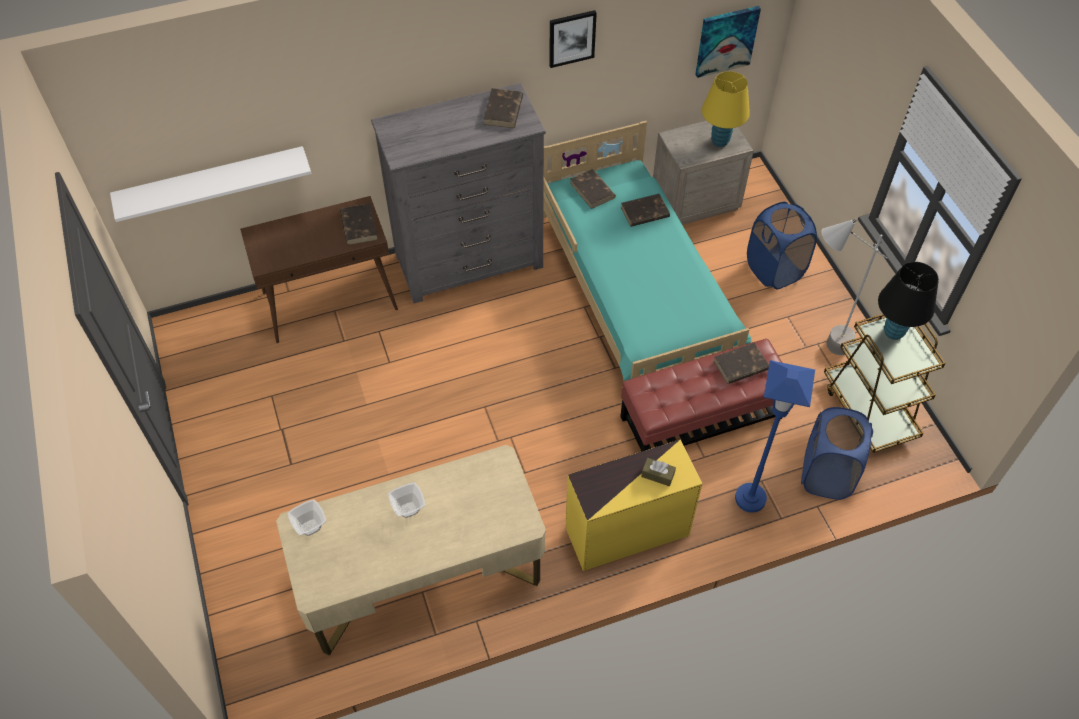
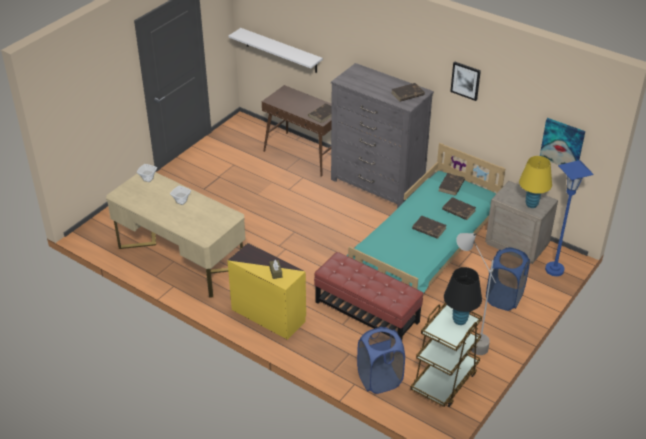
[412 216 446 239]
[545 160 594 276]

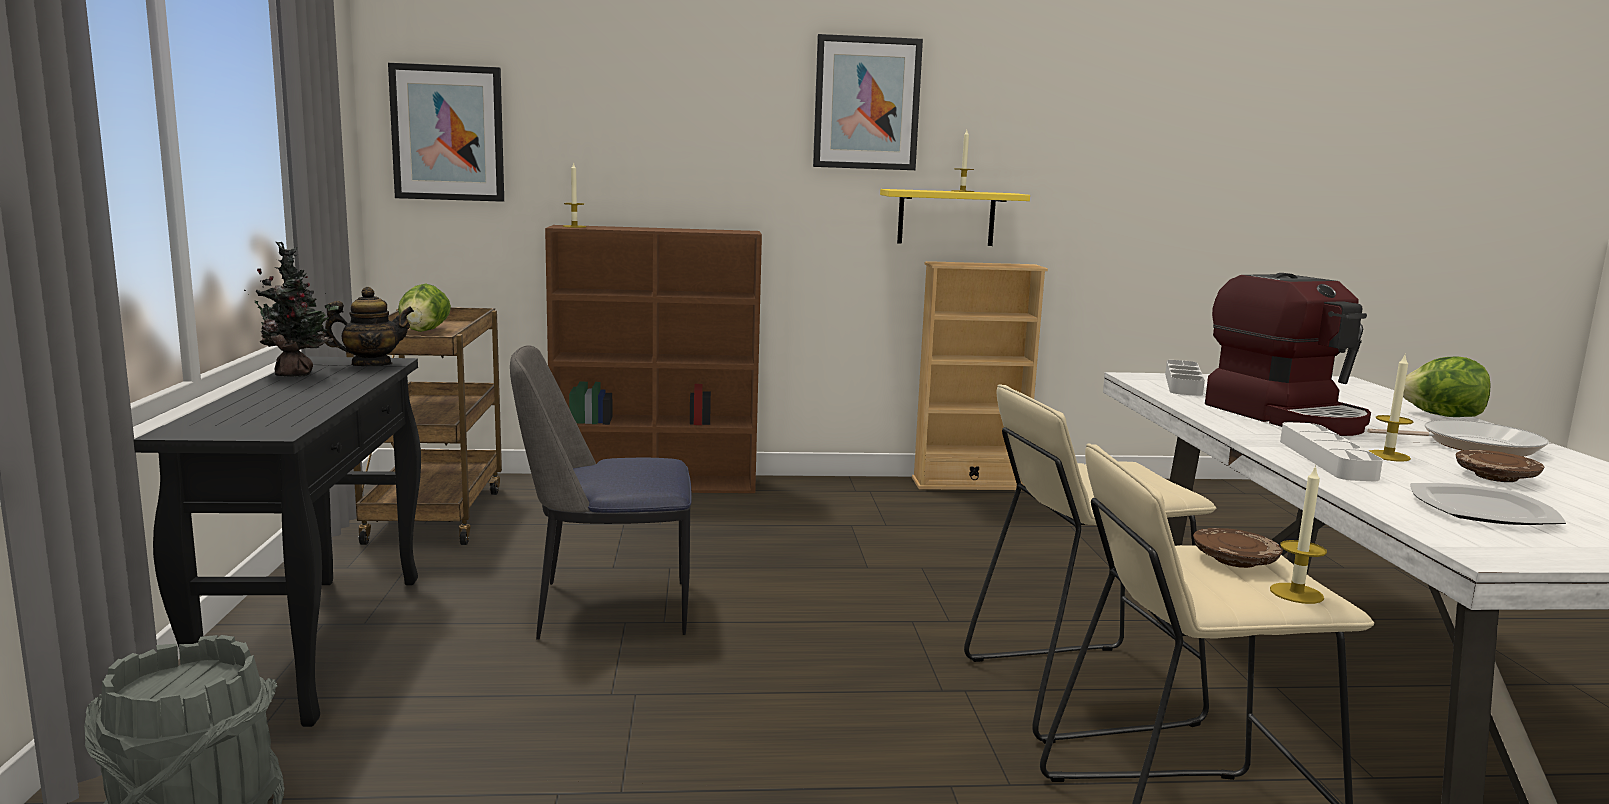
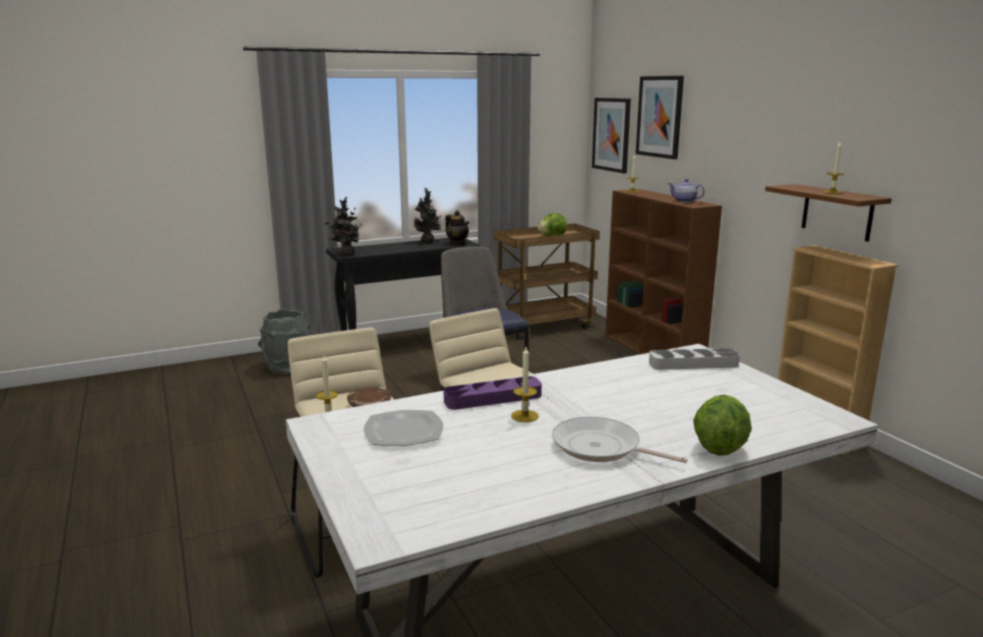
[636 76 684 159]
[765 184 892 242]
[1205 273 1371 436] (first image)
[552 417 688 463]
[444 376 542 410]
[1456 450 1545 482] (first image)
[668 179 705 202]
[324 197 365 256]

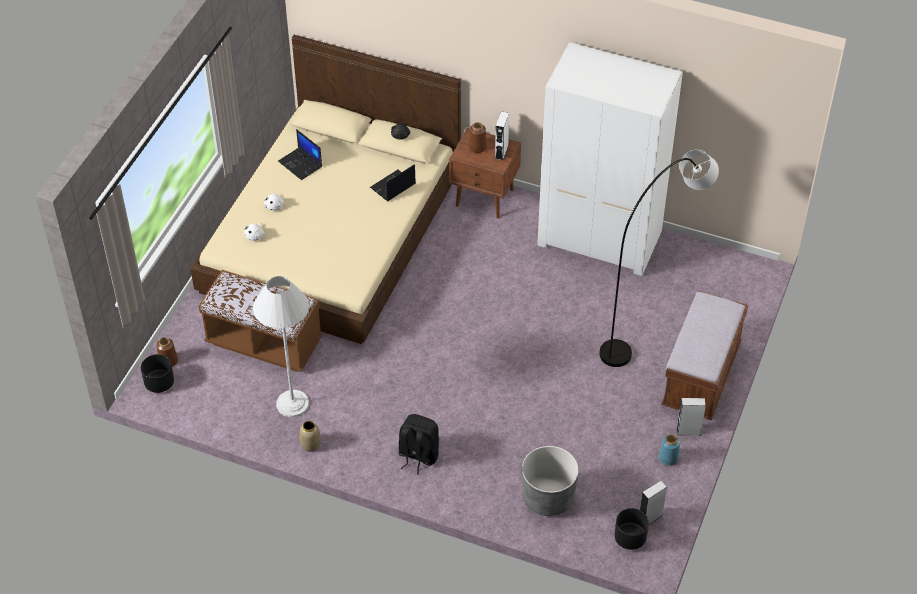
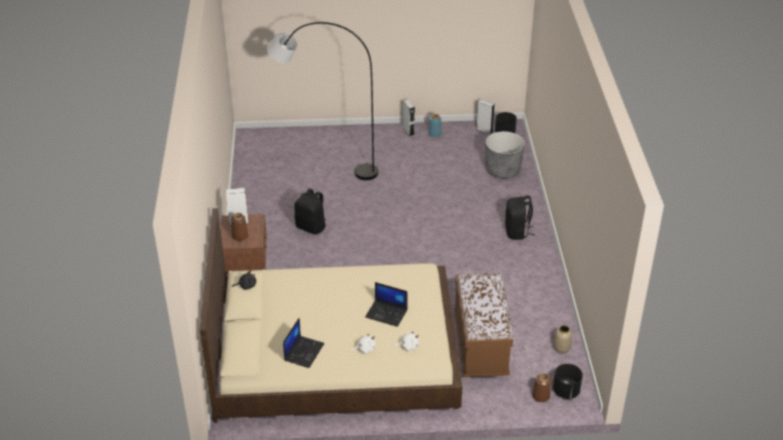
[537 42 683 276] (first image)
[365 282 408 327]
[253 276 309 417] (first image)
[661 291 748 420] (first image)
[553 325 572 354]
[294 188 327 235]

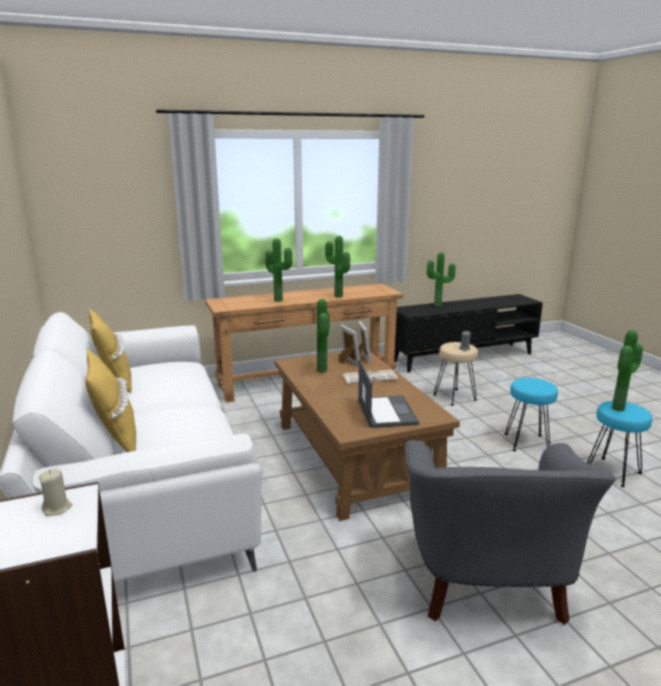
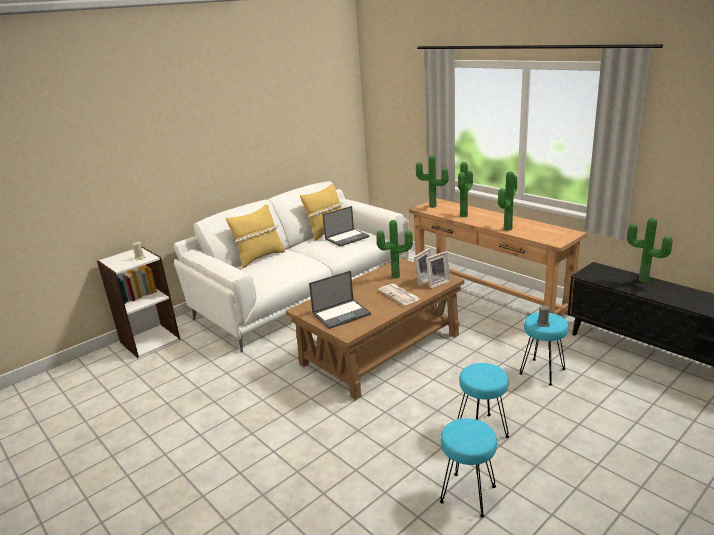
[416 156 448 208]
[519 313 568 385]
[405 440 616 625] (first image)
[323 206 370 247]

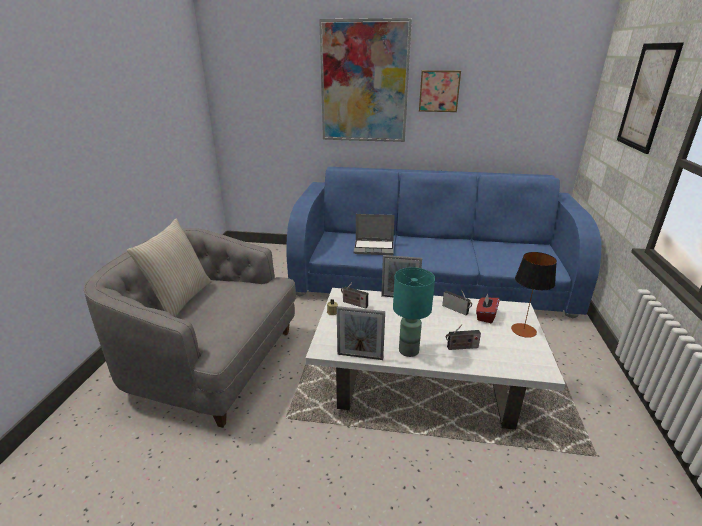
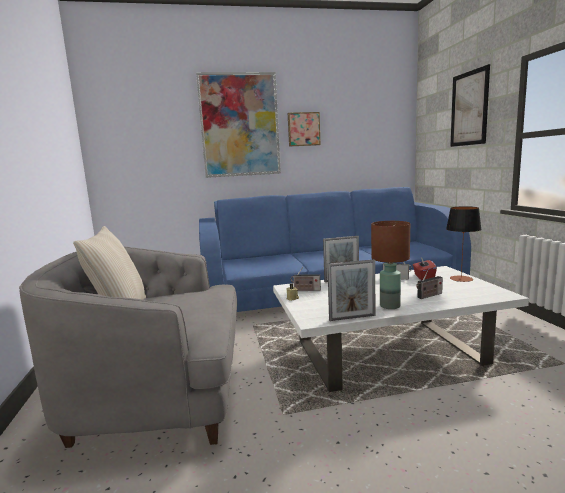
[354 214 395 255] (first image)
[371 221 410 309]

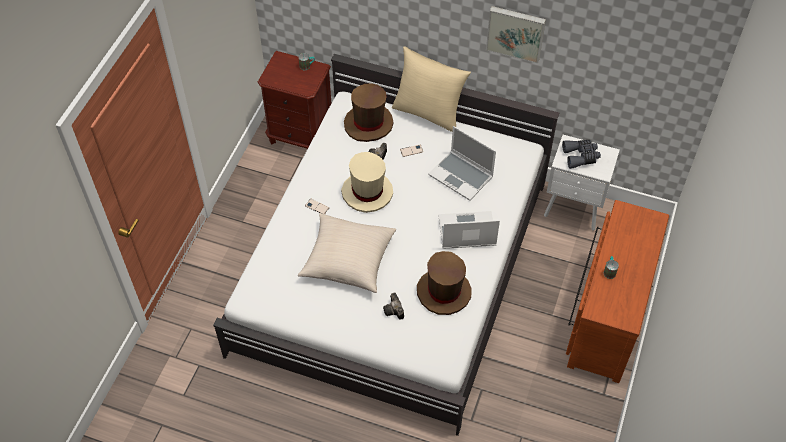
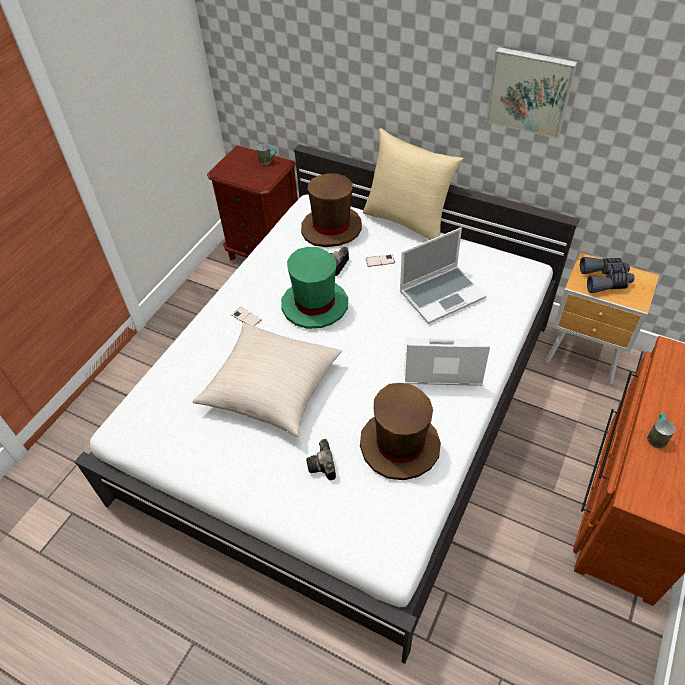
[400 227 486 324]
[545 253 659 384]
[281 247 348 329]

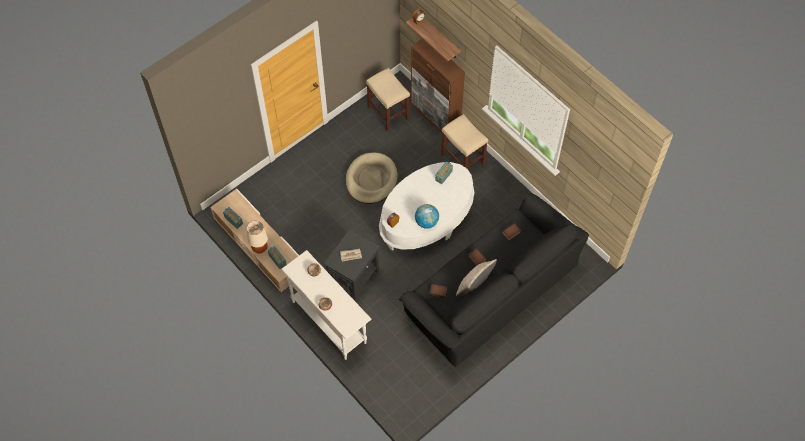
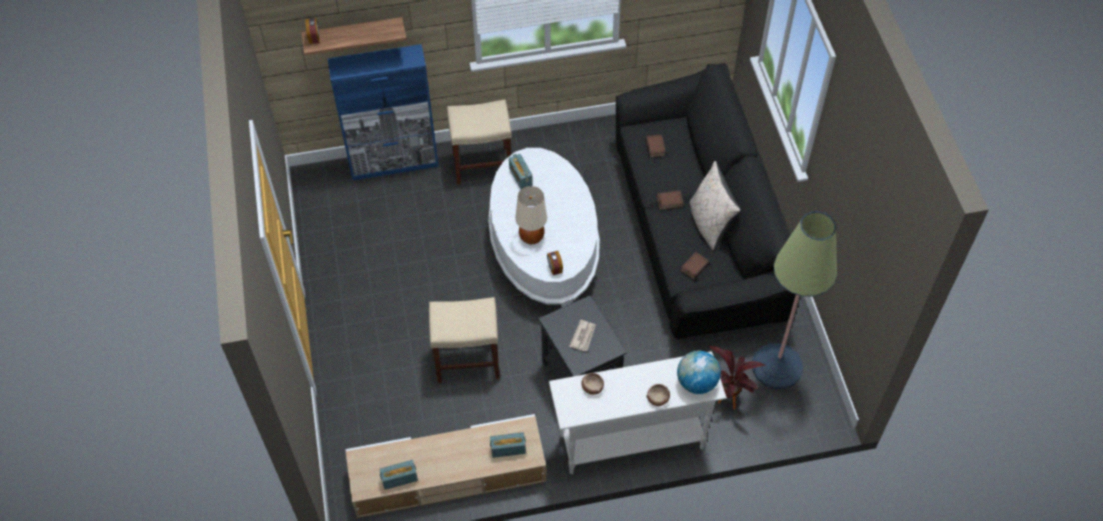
[327 44 439 180]
[429 297 500 383]
[346 153 398 204] (first image)
[677 351 721 394]
[516 186 547 244]
[752 211 837 389]
[709 345 765 410]

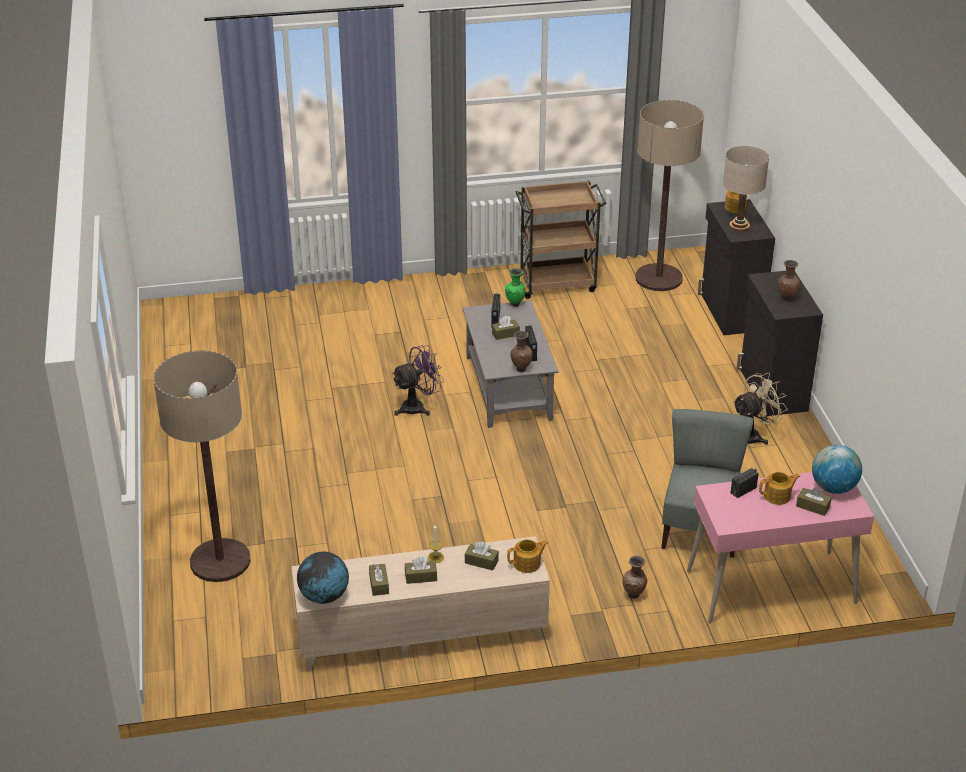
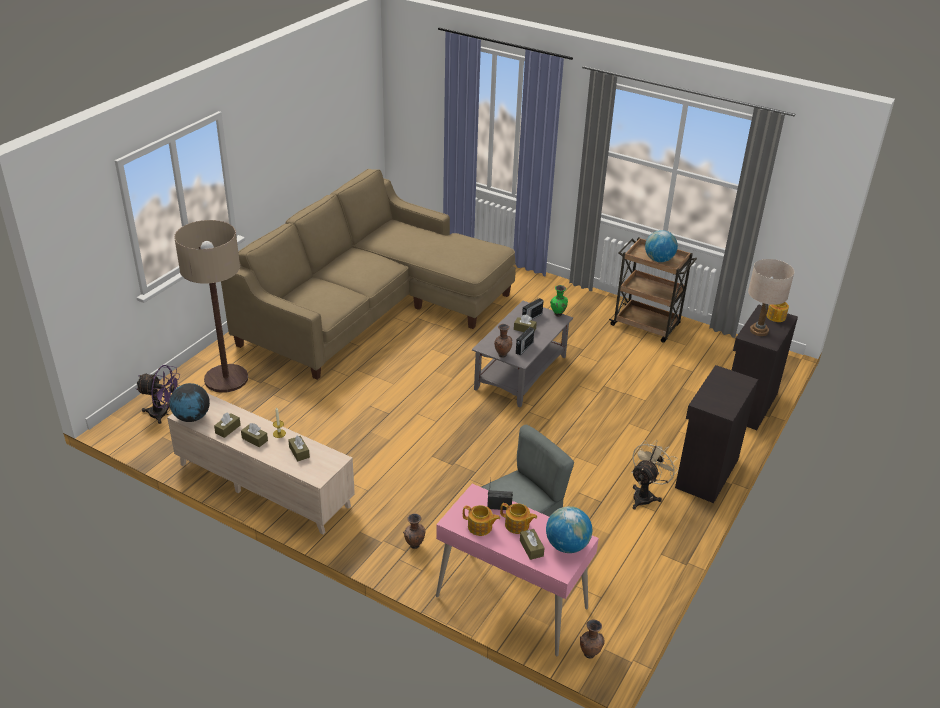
[635 100 704 291] (first image)
[580 620 605 659]
[136 365 180 424]
[631 440 679 509]
[463 505 500 536]
[221 169 516 380]
[645 230 678 262]

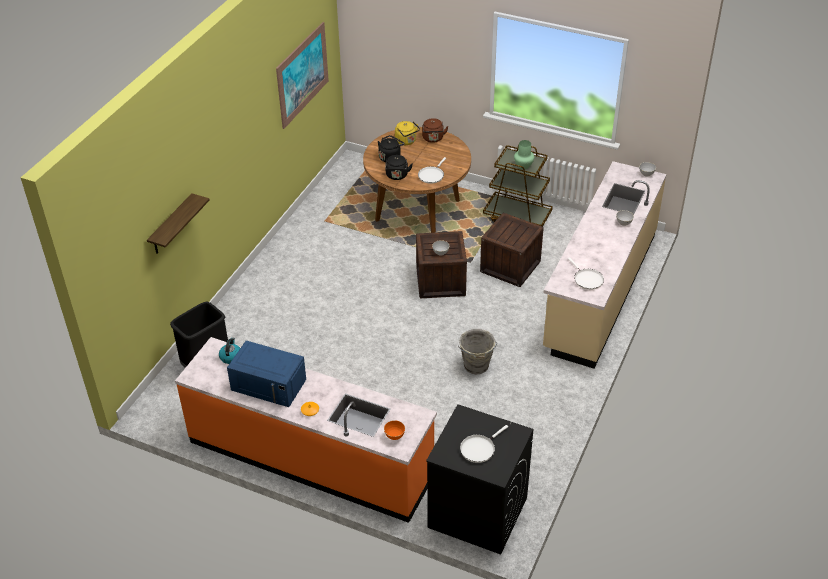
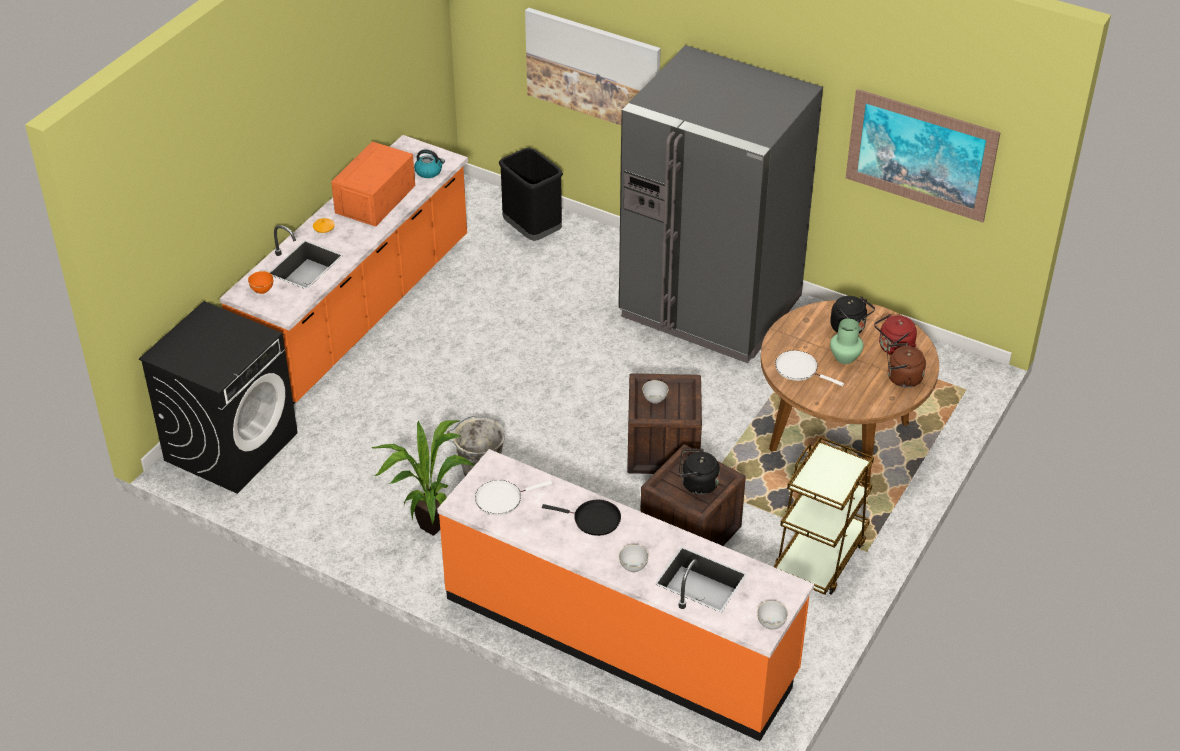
[874 314 917 355]
[830 318 864 364]
[679 448 720 495]
[437 449 814 741]
[525 7 661 125]
[331 141 415 226]
[460 425 508 463] (first image)
[619 45 823 363]
[371 420 475 536]
[542 500 621 536]

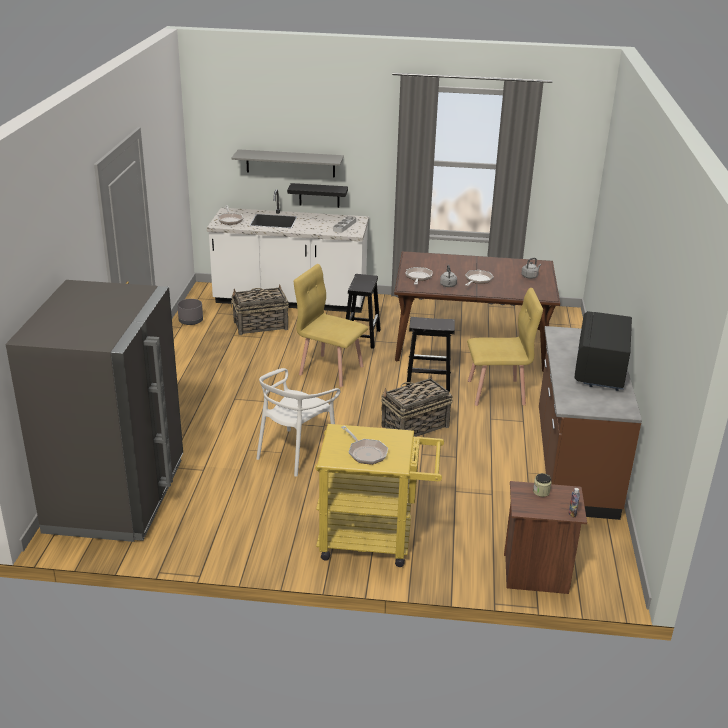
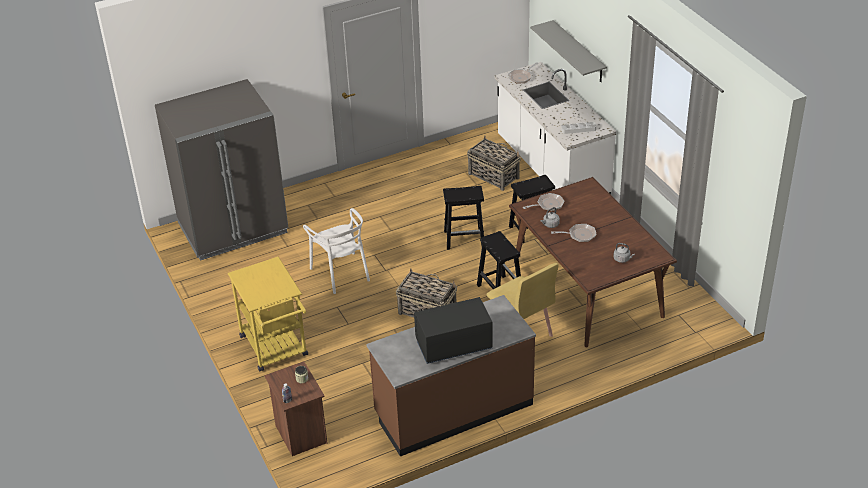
[287 183 348 208] (first image)
[443 186 484 250]
[177 299 203 325] (first image)
[303 208 370 294]
[341 426 388 465] (first image)

